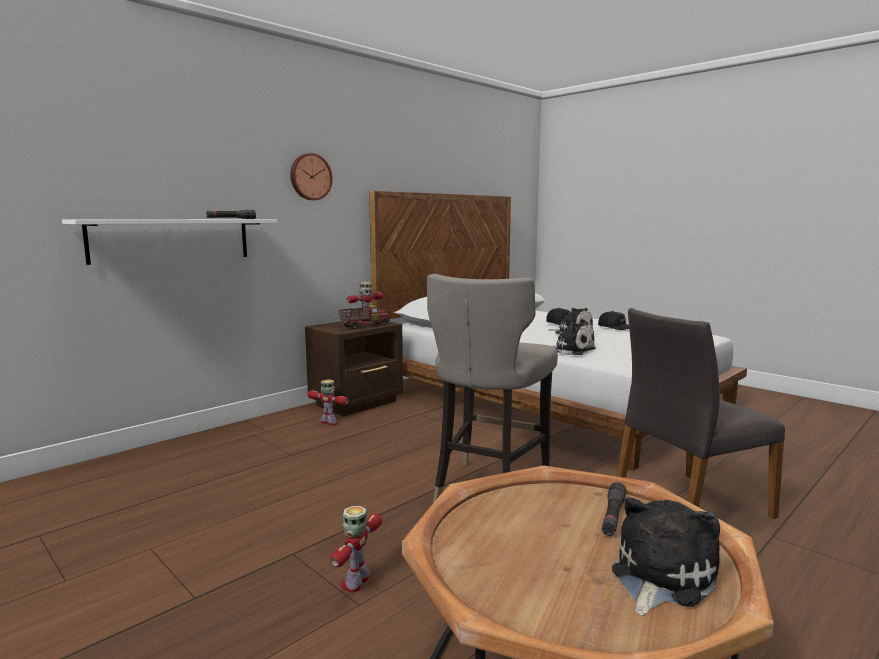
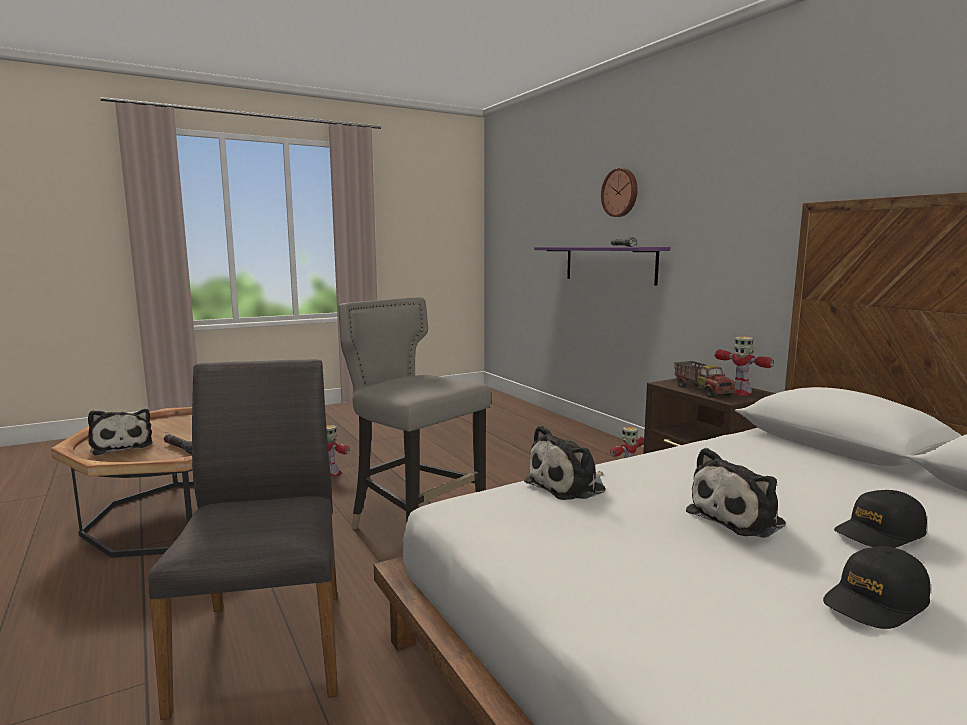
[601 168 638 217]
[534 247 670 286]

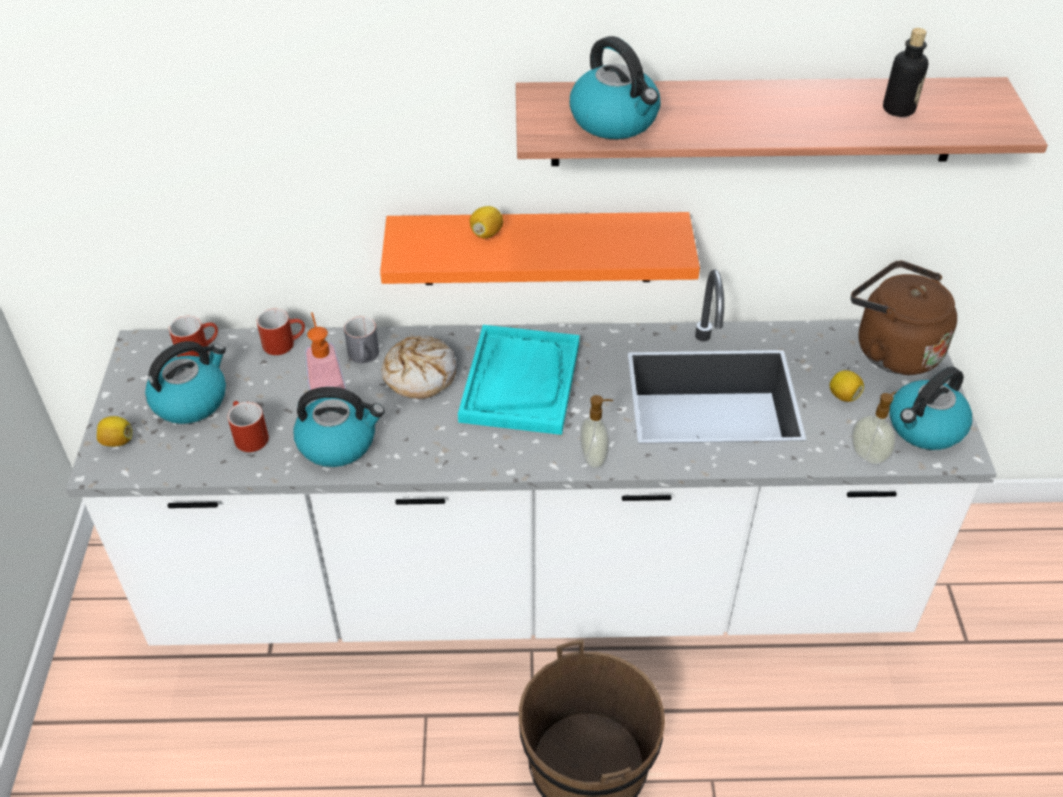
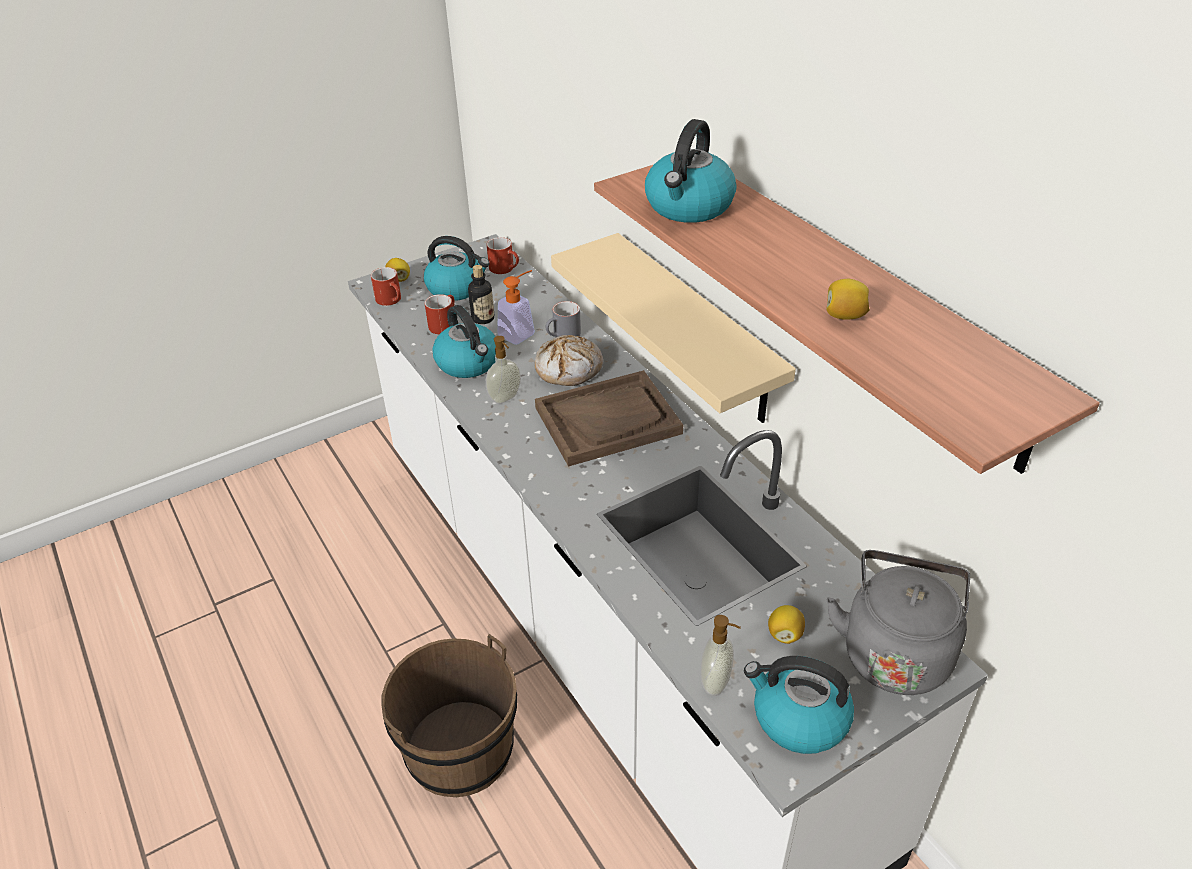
[468 265 494 324]
[826 279 870 320]
[551 233 796 423]
[827 550 970 695]
[371 267 401 306]
[535 370 683 467]
[486 336 521 404]

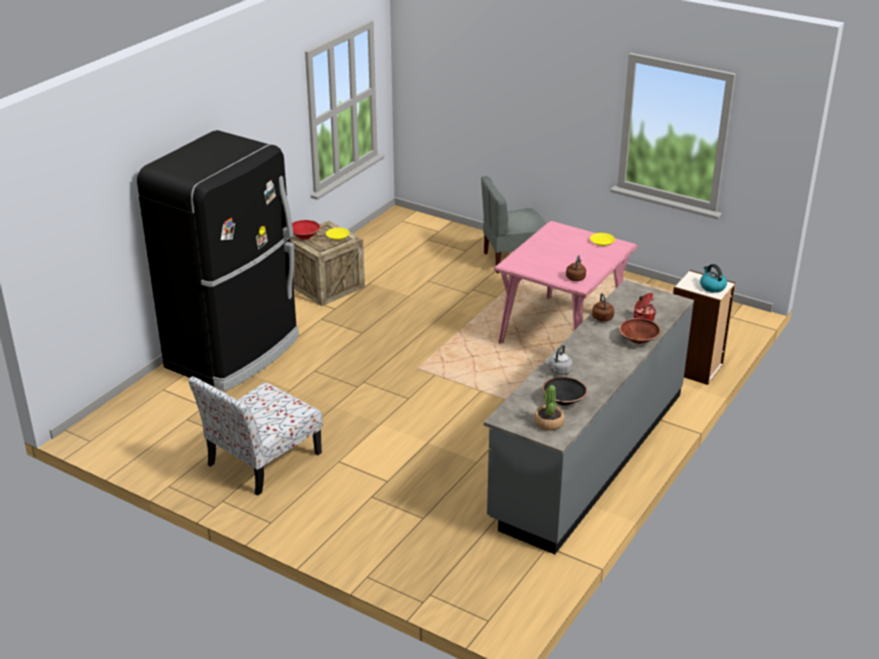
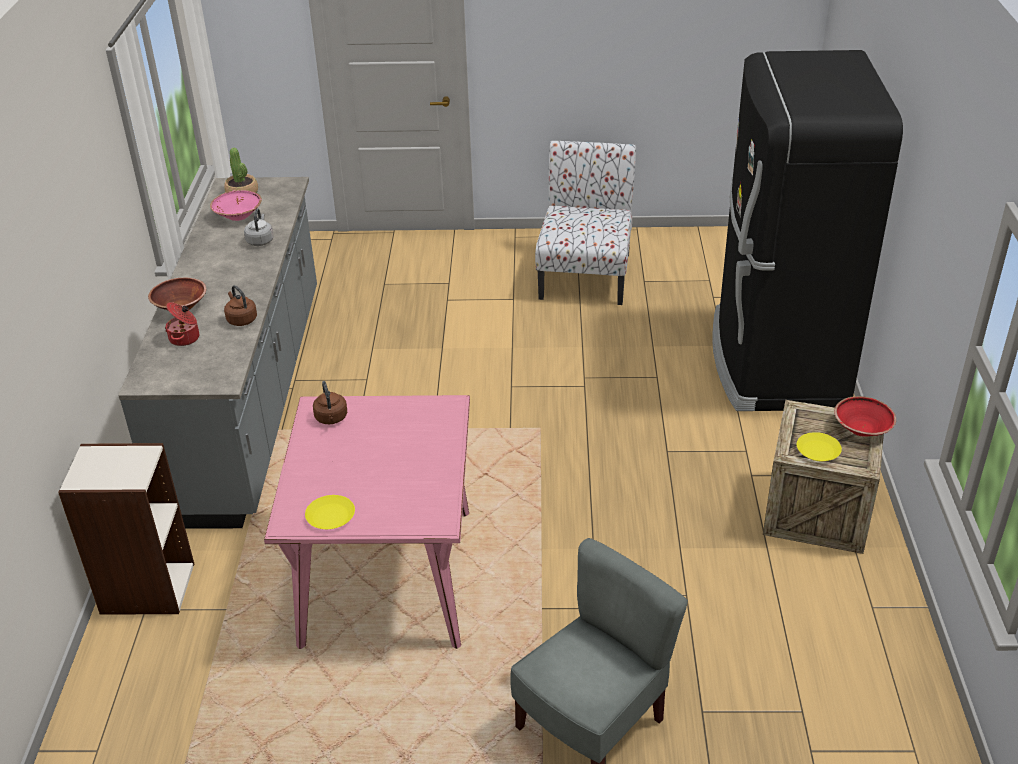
[700 264 727 293] (first image)
[210 190 262 221]

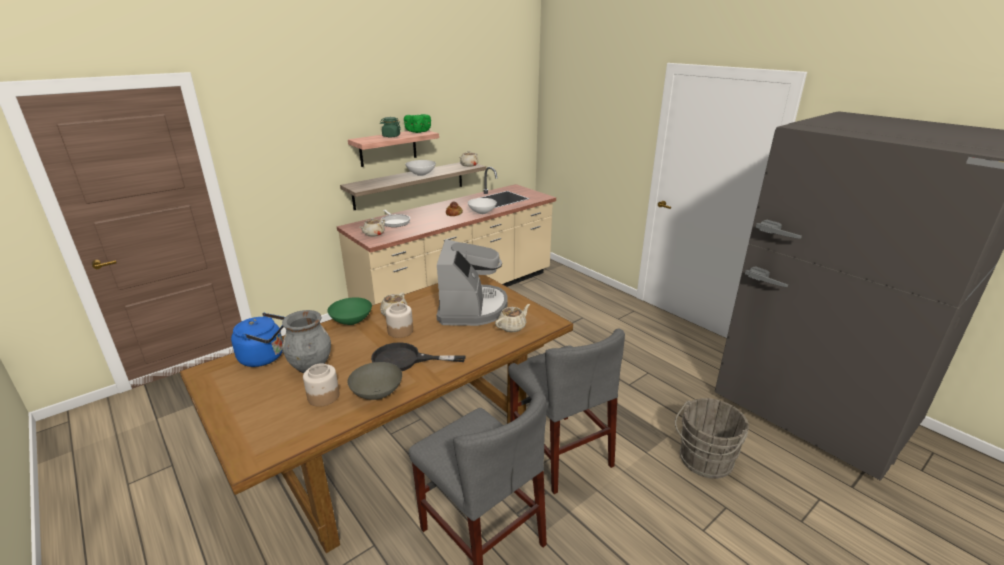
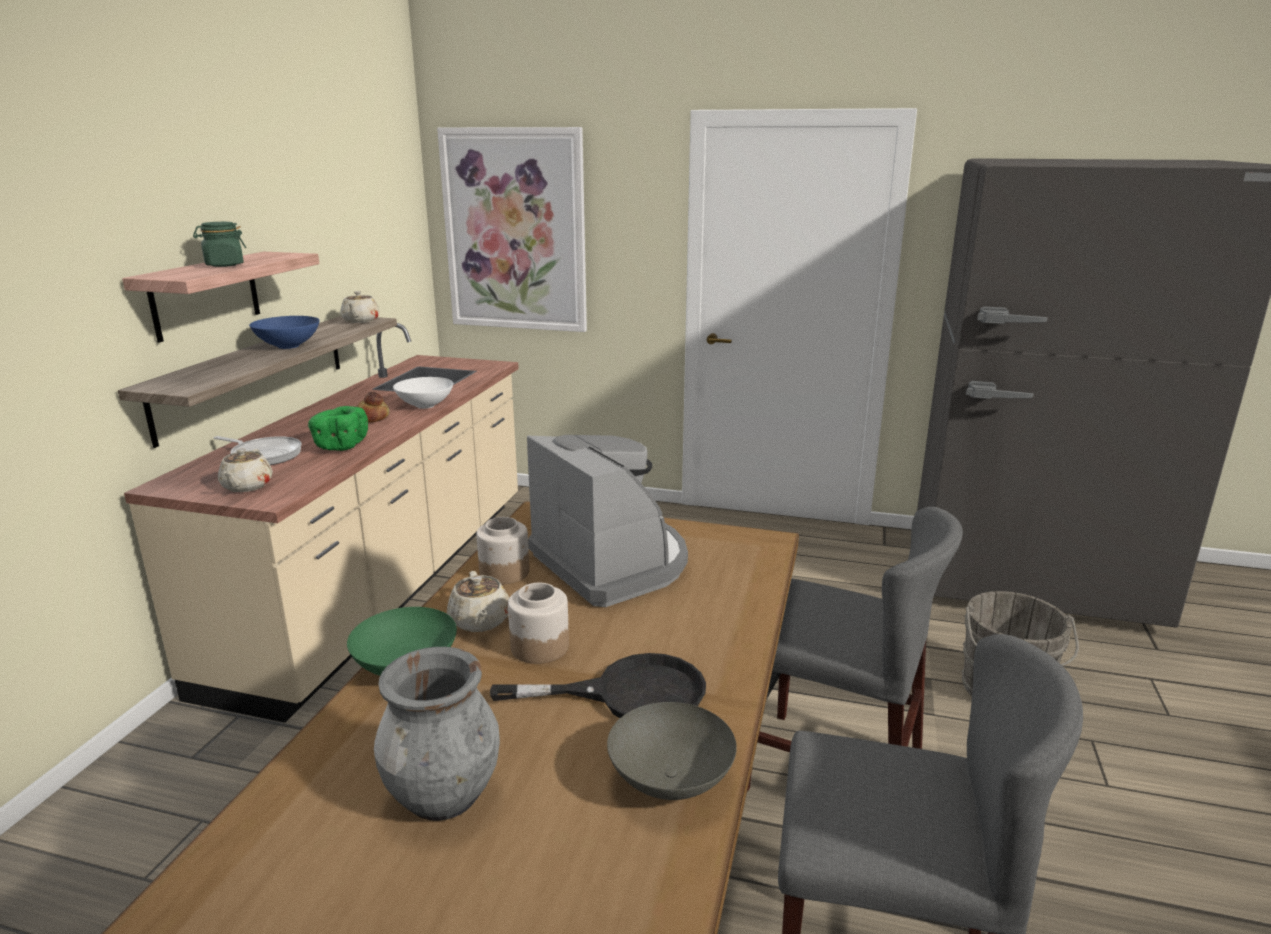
[308 406 368 451]
[249 316 319 349]
[495 304 530 332] (first image)
[231 313 285 367] (first image)
[490 653 706 718]
[476 517 530 584]
[437 127 587 332]

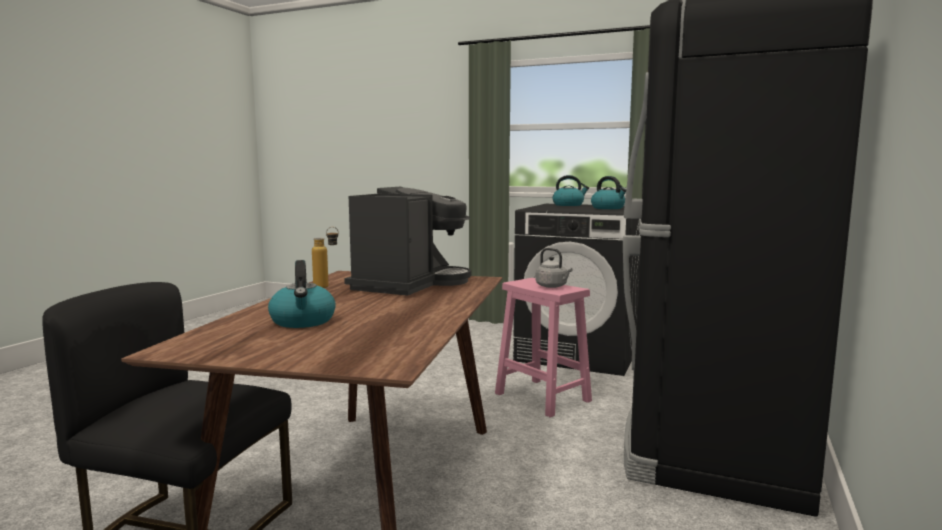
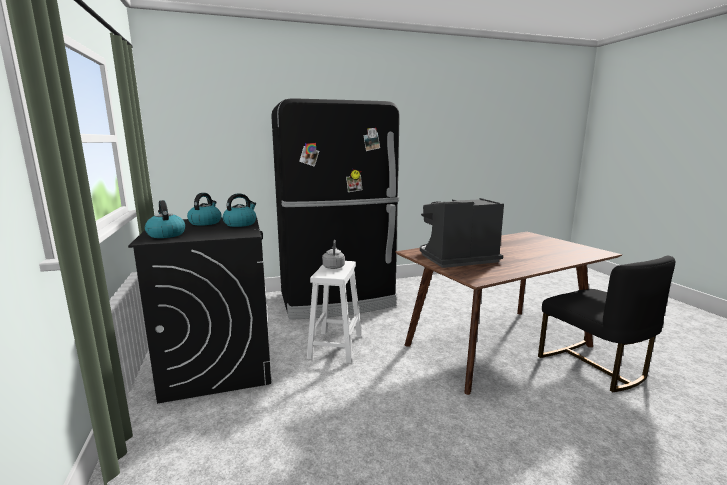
[312 227 339 288] (first image)
[223 193 256 227]
[307 261 362 363]

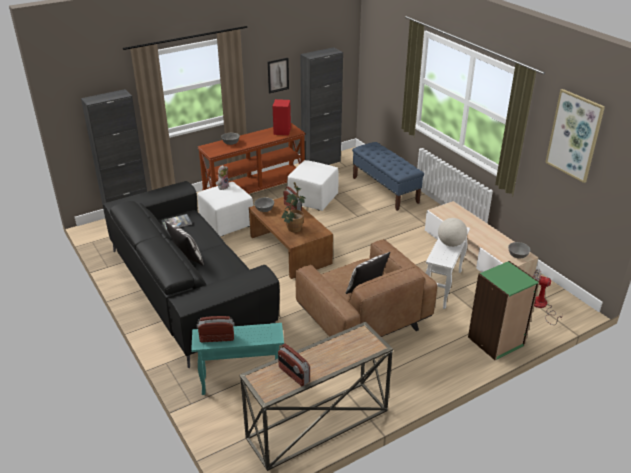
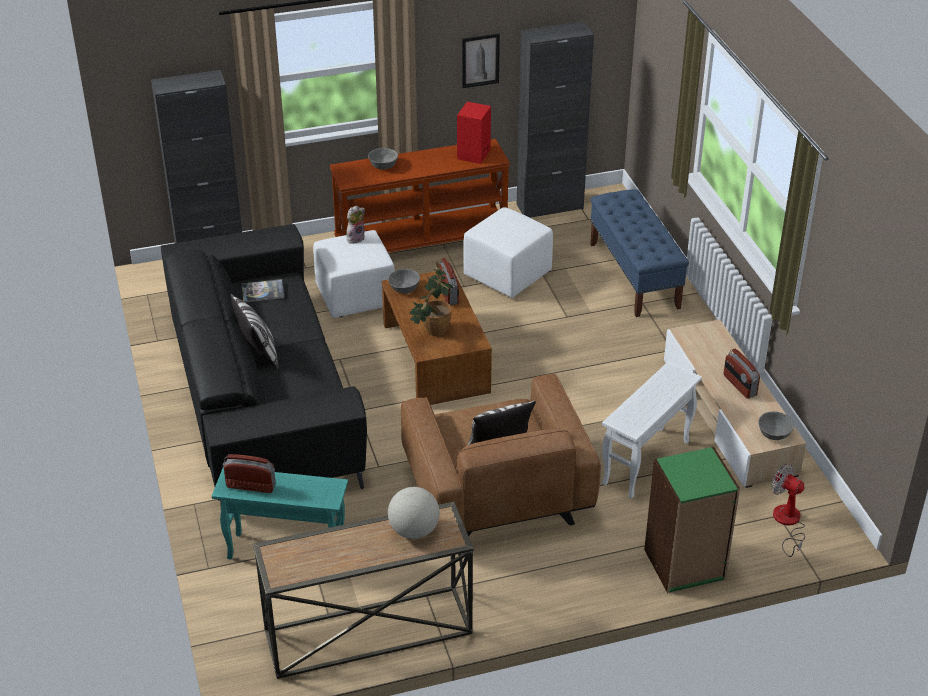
[545 89 605 183] (first image)
[388 487 440 539]
[724 349 760 399]

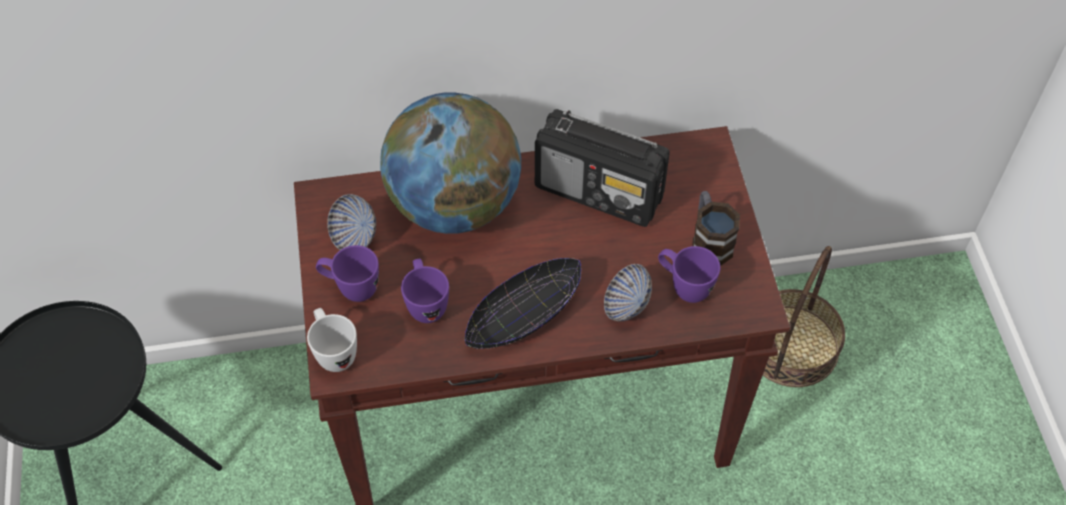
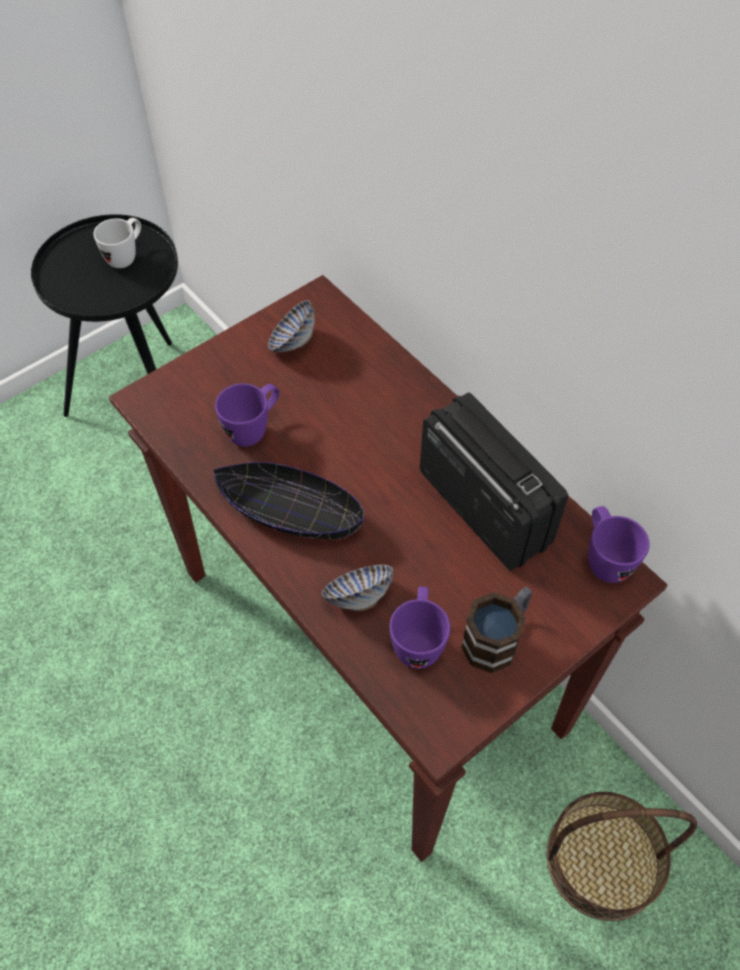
[380 92 521 234] (first image)
[420 392 568 571]
[588 506 650 583]
[94 218 141 268]

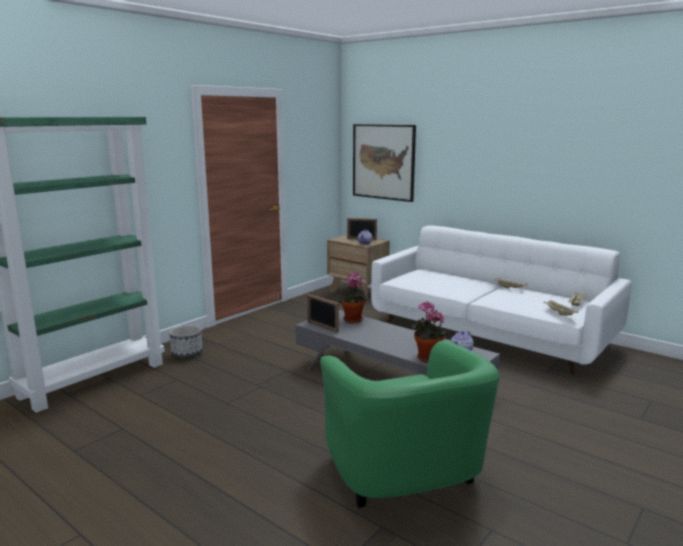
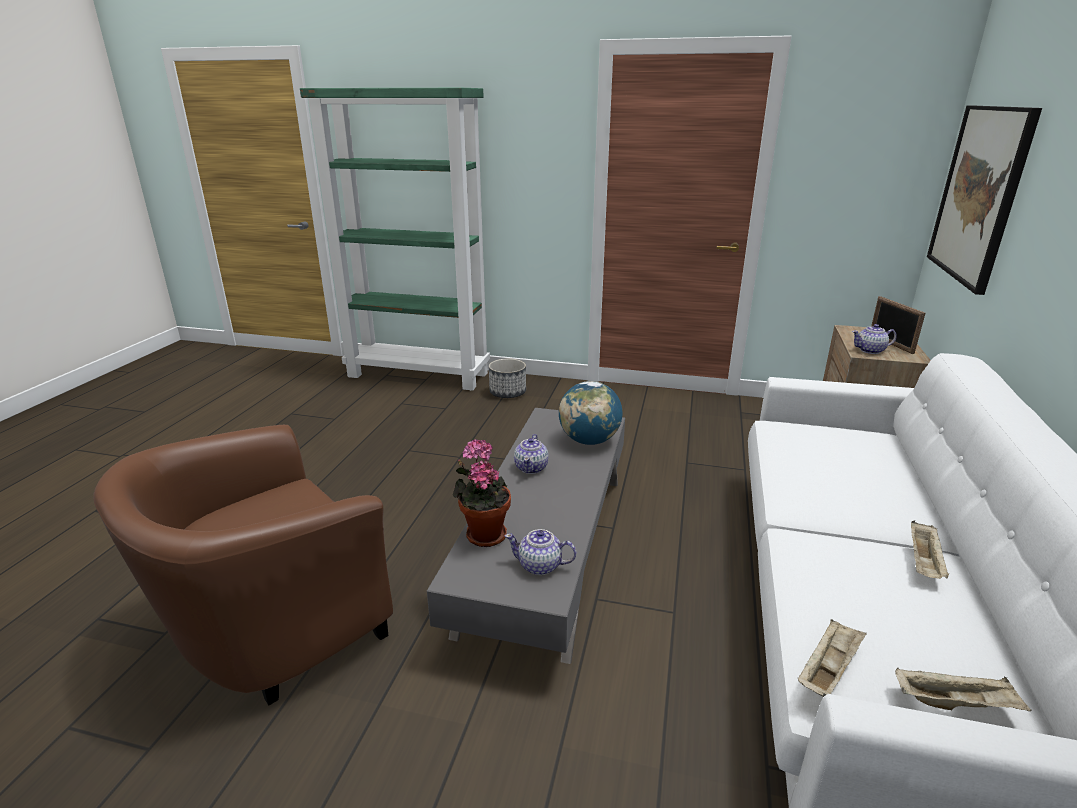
[559 381 622 445]
[307 294 339 333] (first image)
[93 425 393 705]
[514 434 549 474]

